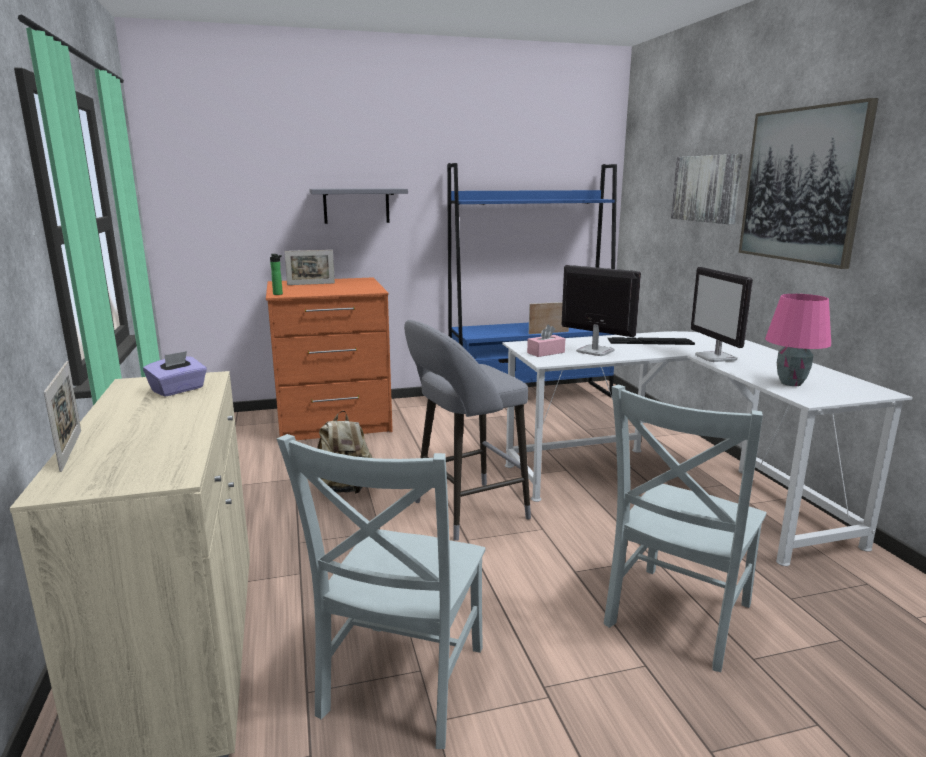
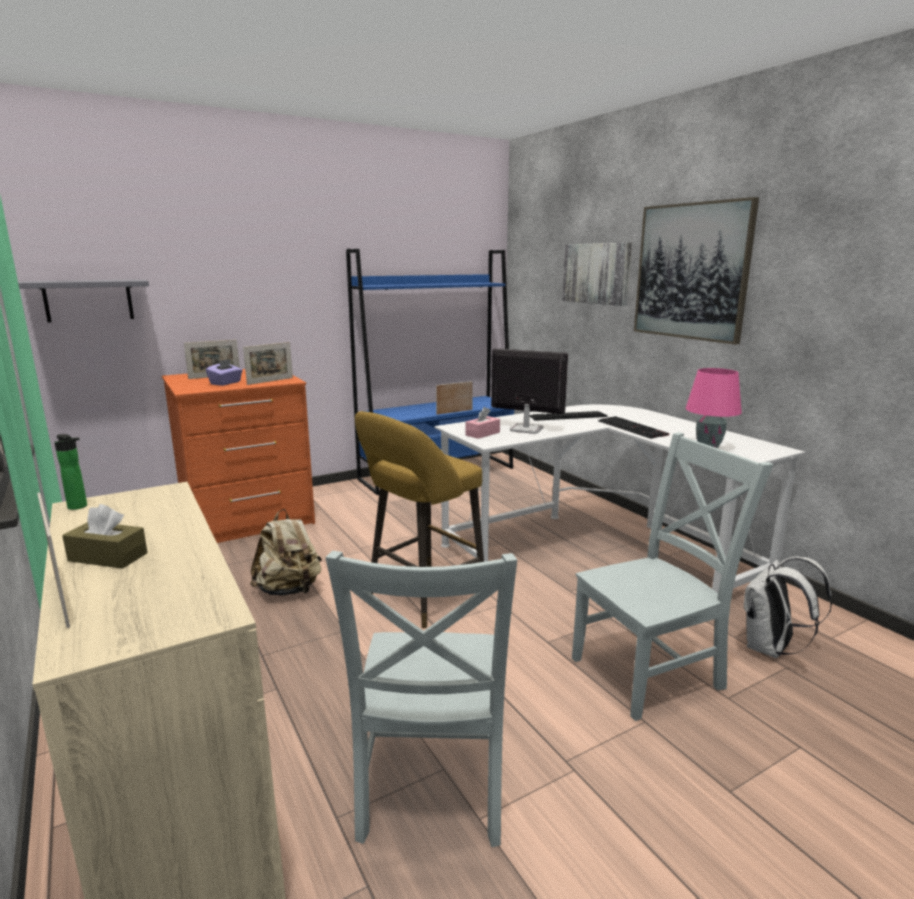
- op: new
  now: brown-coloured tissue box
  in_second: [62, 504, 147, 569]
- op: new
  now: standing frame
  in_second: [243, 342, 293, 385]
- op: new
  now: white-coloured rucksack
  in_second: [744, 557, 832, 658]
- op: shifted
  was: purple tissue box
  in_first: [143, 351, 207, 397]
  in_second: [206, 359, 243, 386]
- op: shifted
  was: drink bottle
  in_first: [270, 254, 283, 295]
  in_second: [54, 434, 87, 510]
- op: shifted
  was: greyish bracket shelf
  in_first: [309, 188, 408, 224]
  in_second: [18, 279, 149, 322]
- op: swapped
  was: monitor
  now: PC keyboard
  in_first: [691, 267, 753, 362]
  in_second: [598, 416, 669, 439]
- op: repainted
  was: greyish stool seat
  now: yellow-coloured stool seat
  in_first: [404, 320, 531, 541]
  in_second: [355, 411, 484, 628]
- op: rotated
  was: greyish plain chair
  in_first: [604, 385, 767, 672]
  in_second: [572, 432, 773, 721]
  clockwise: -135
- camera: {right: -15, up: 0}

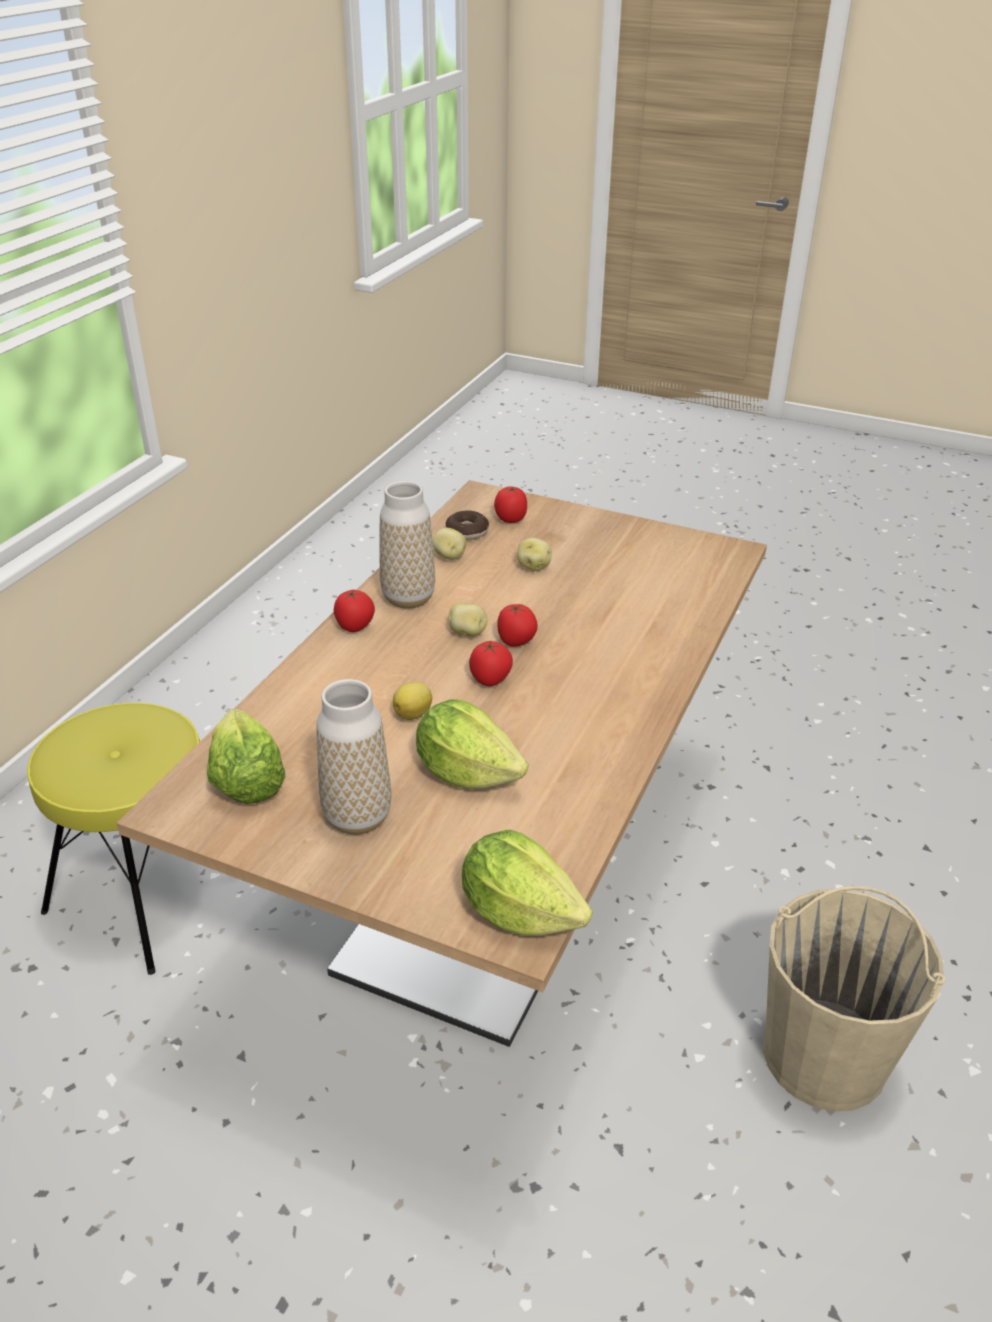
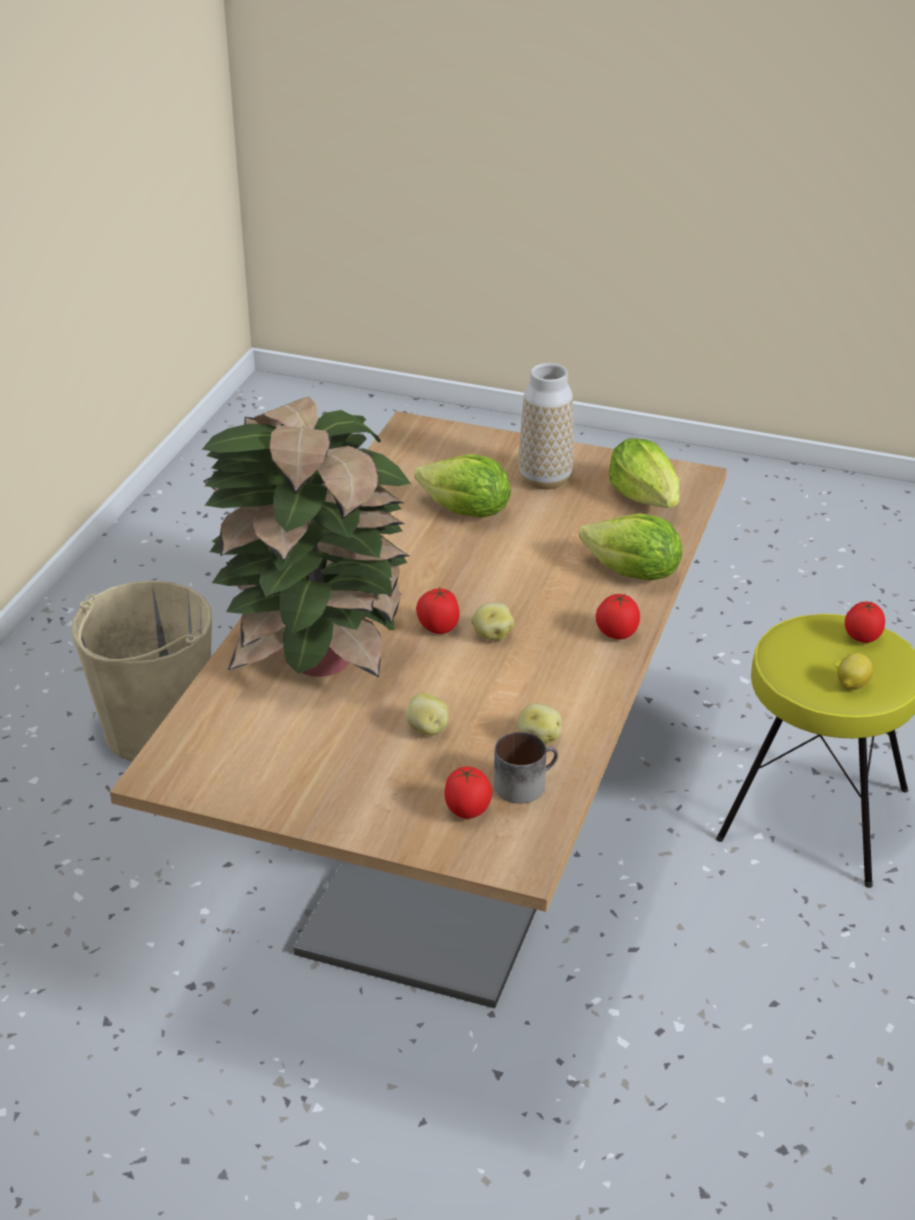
- op: gone
  was: decorative vase
  in_first: [379, 481, 435, 609]
- op: new
  now: houseplant
  in_second: [202, 397, 410, 678]
- op: shifted
  was: lemon
  in_first: [393, 682, 432, 720]
  in_second: [837, 653, 873, 690]
- op: shifted
  was: lettuce head
  in_first: [462, 829, 593, 936]
  in_second: [579, 513, 682, 581]
- op: shifted
  was: whole tomato
  in_first: [469, 641, 513, 686]
  in_second: [845, 601, 885, 643]
- op: swapped
  was: donut
  now: coffee mug
  in_first: [446, 510, 489, 540]
  in_second: [494, 732, 558, 803]
- camera: {right: 175, up: 0}

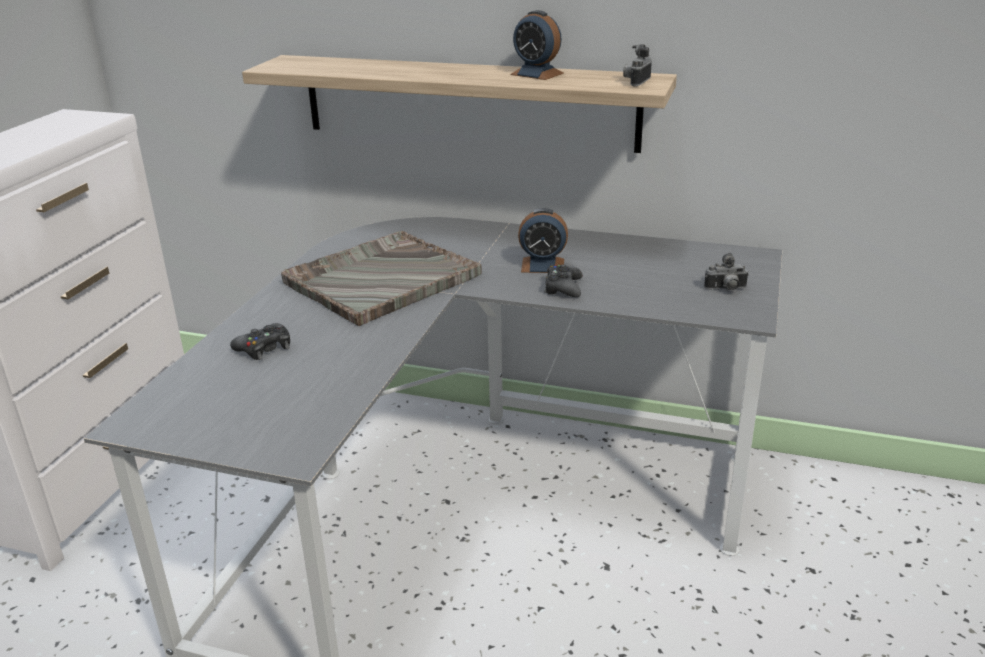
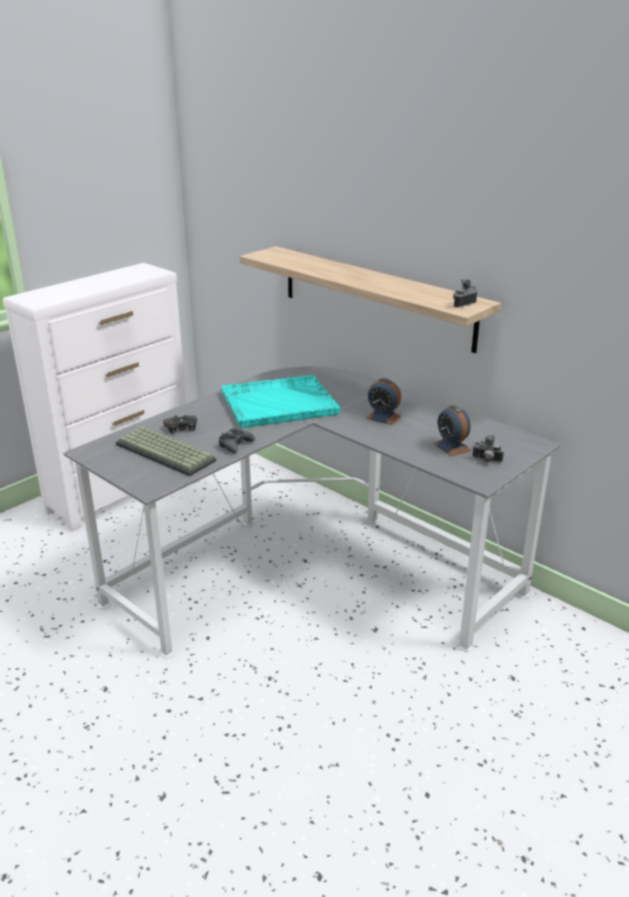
- op: new
  now: PC keyboard
  in_second: [116, 427, 216, 476]
- op: shifted
  was: alarm clock
  in_first: [510, 10, 564, 80]
  in_second: [433, 405, 471, 456]
- op: shifted
  was: black-coloured joypad
  in_first: [544, 264, 583, 297]
  in_second: [219, 428, 255, 453]
- op: repainted
  was: greyish carrying tray
  now: blue-green carrying tray
  in_first: [281, 231, 482, 326]
  in_second: [221, 375, 340, 429]
- camera: {right: 25, up: 0}

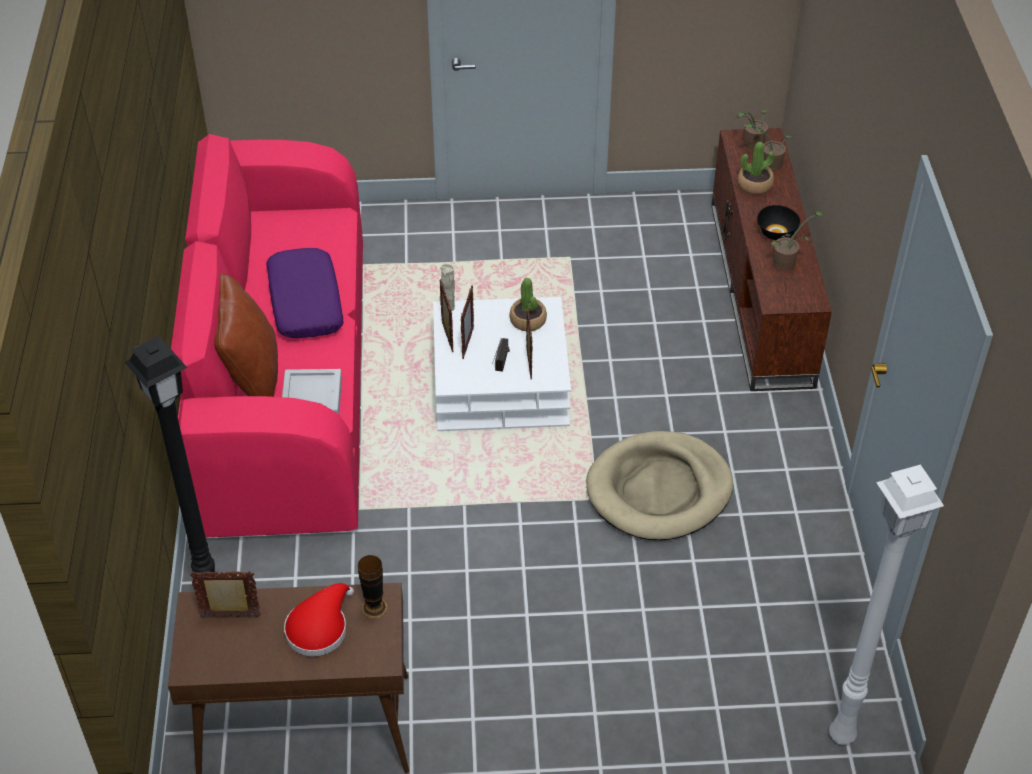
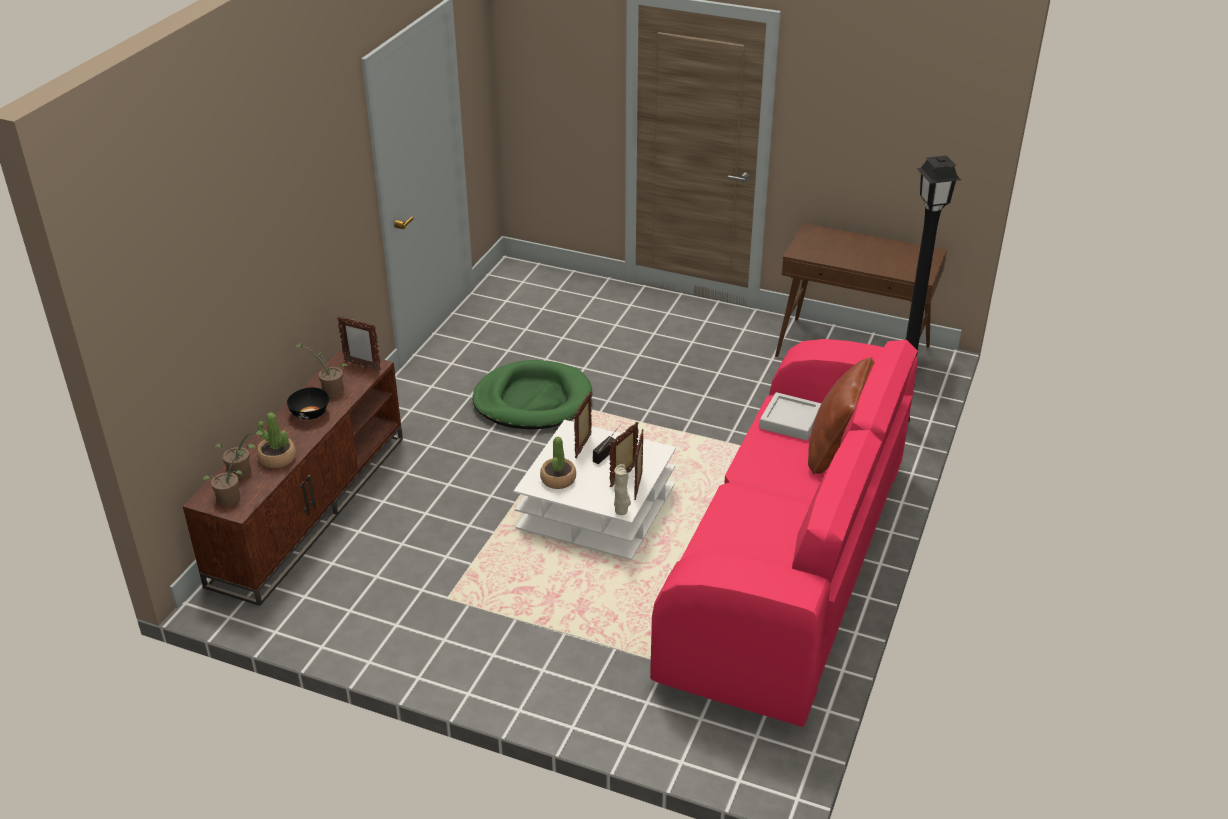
- op: gone
  was: purple cushion
  in_first: [266, 248, 344, 338]
- op: gone
  was: red wearable hat
  in_first: [284, 583, 354, 657]
- op: gone
  was: decorative vase
  in_first: [358, 555, 388, 619]
- op: gone
  was: white-coloured standing lamp
  in_first: [829, 465, 944, 745]
- op: shifted
  was: standing frame
  in_first: [190, 571, 261, 618]
  in_second: [337, 316, 381, 371]
- op: repainted
  was: beige-coloured pet bed
  now: green pet bed
  in_first: [586, 431, 733, 540]
  in_second: [472, 360, 593, 429]
- camera: {right: -155, up: -10}

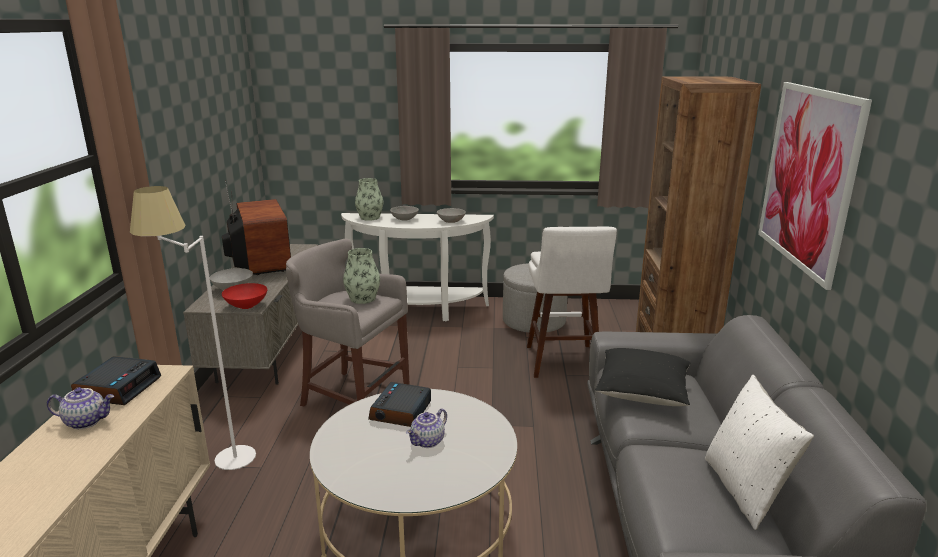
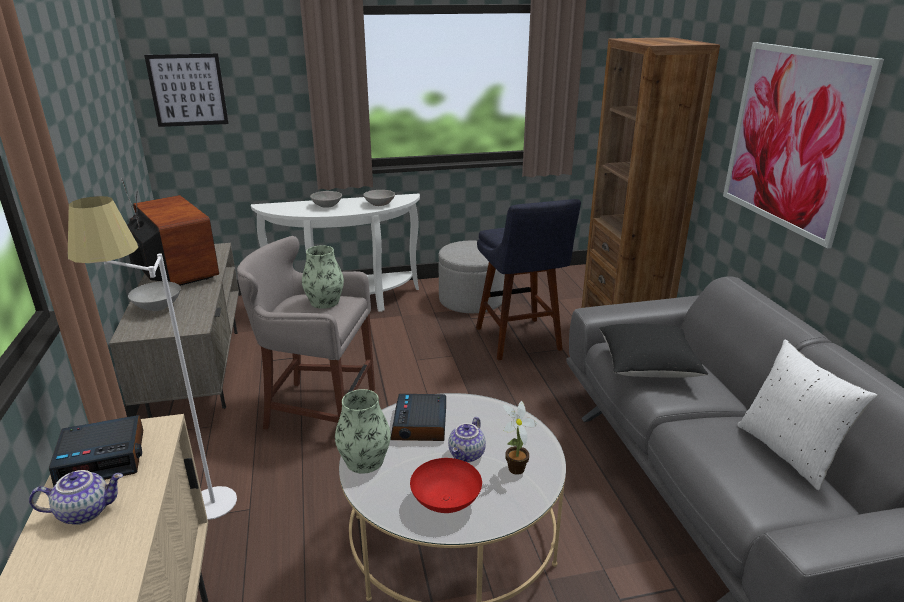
- op: new
  now: wall art
  in_second: [144, 53, 229, 127]
- op: new
  now: houseplant
  in_second: [503, 401, 537, 475]
- op: shifted
  was: red serving bowl
  in_first: [222, 283, 267, 309]
  in_second: [410, 458, 482, 513]
- op: shifted
  was: decorative vase
  in_first: [355, 178, 383, 221]
  in_second: [335, 389, 391, 474]
- op: repainted
  was: white-coloured stool seat
  now: blue stool seat
  in_first: [527, 227, 617, 378]
  in_second: [476, 199, 581, 361]
- op: rotated
  was: alarm clock
  in_first: [71, 356, 161, 405]
  in_second: [49, 415, 143, 487]
  clockwise: 75
- camera: {right: -15, up: 5}

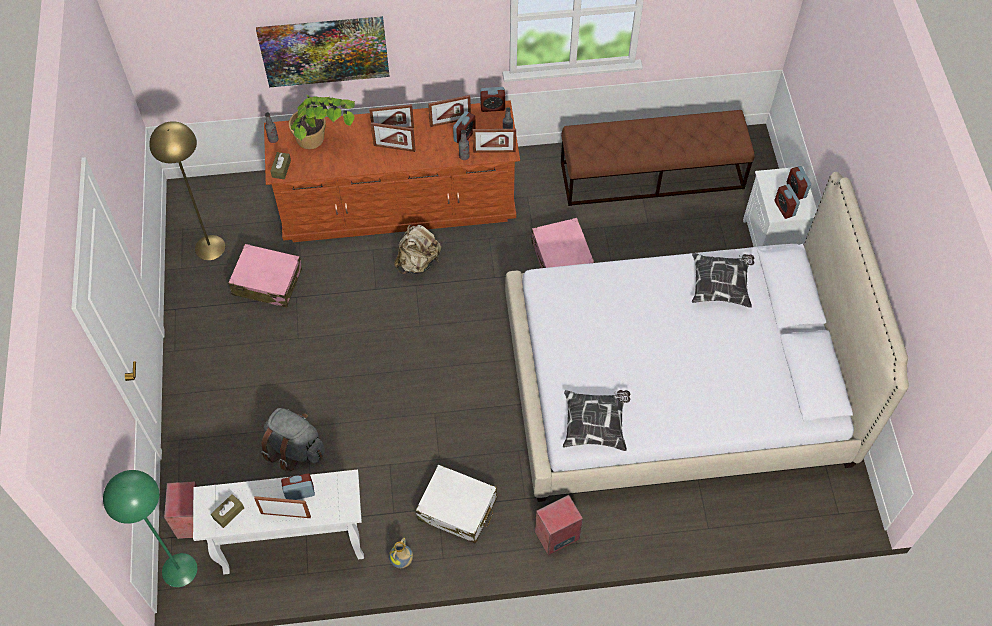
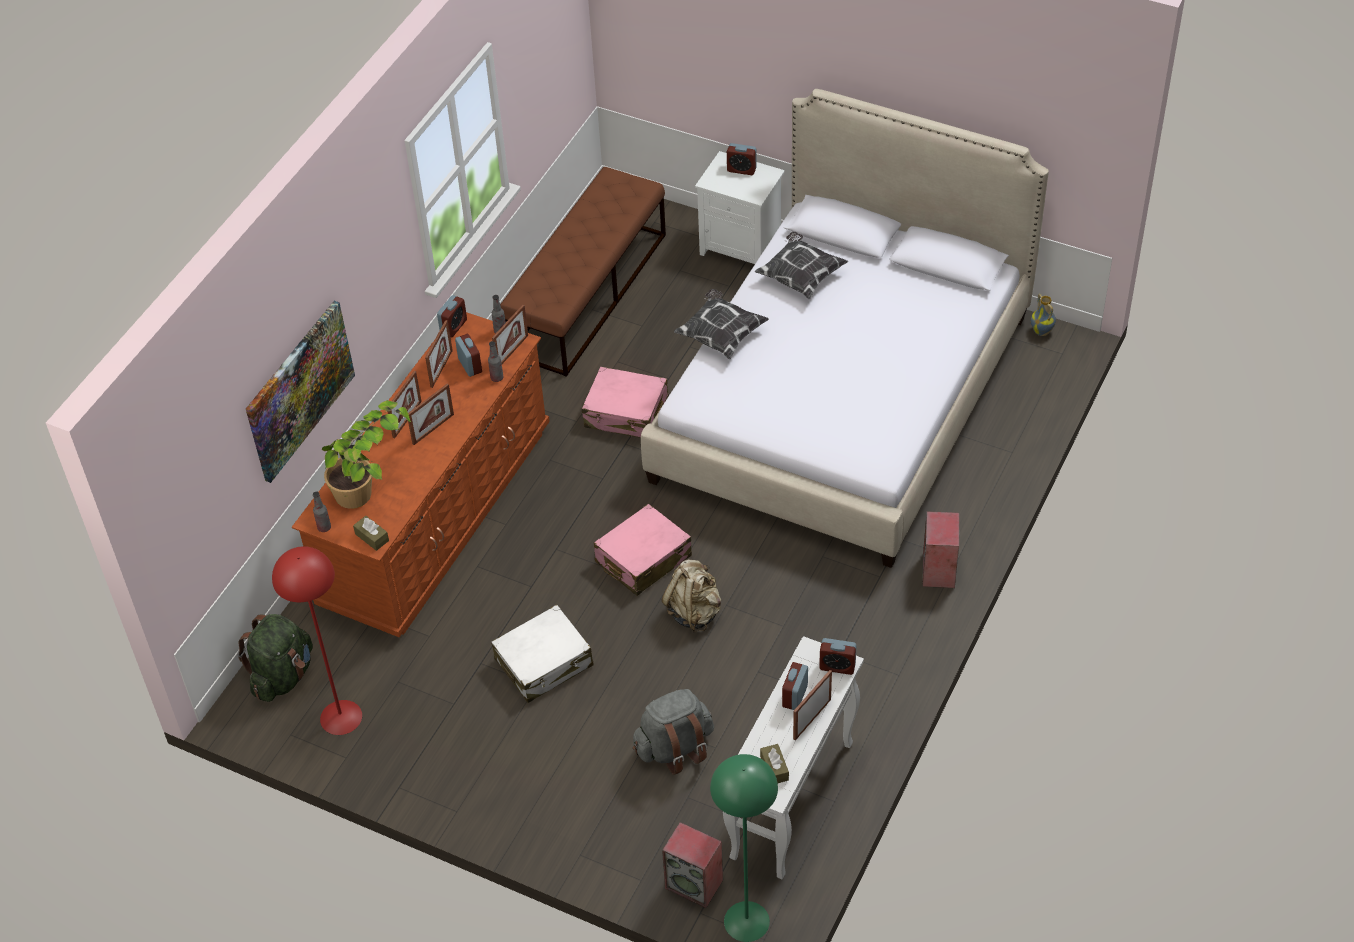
- op: new
  now: green rucksack
  in_second: [237, 614, 313, 702]
- op: shifted
  was: pink-coloured suitcase
  in_first: [228, 244, 302, 308]
  in_second: [594, 504, 692, 596]
- op: shifted
  was: decorative vase
  in_first: [389, 538, 413, 568]
  in_second: [1031, 294, 1056, 336]
- op: shifted
  was: beige-coloured rucksack
  in_first: [394, 225, 441, 274]
  in_second: [662, 559, 721, 633]
- op: shifted
  was: white-coloured suitcase
  in_first: [416, 465, 497, 544]
  in_second: [491, 605, 594, 703]
- op: shifted
  was: cushion
  in_first: [563, 390, 630, 451]
  in_second: [674, 289, 769, 359]
- op: shifted
  was: alarm clock
  in_first: [775, 184, 800, 219]
  in_second: [819, 638, 857, 675]
- op: repainted
  was: yellow-coloured standing lamp
  now: red standing lamp
  in_first: [149, 121, 225, 260]
  in_second: [272, 546, 362, 735]
- camera: {right: -55, up: -10}

